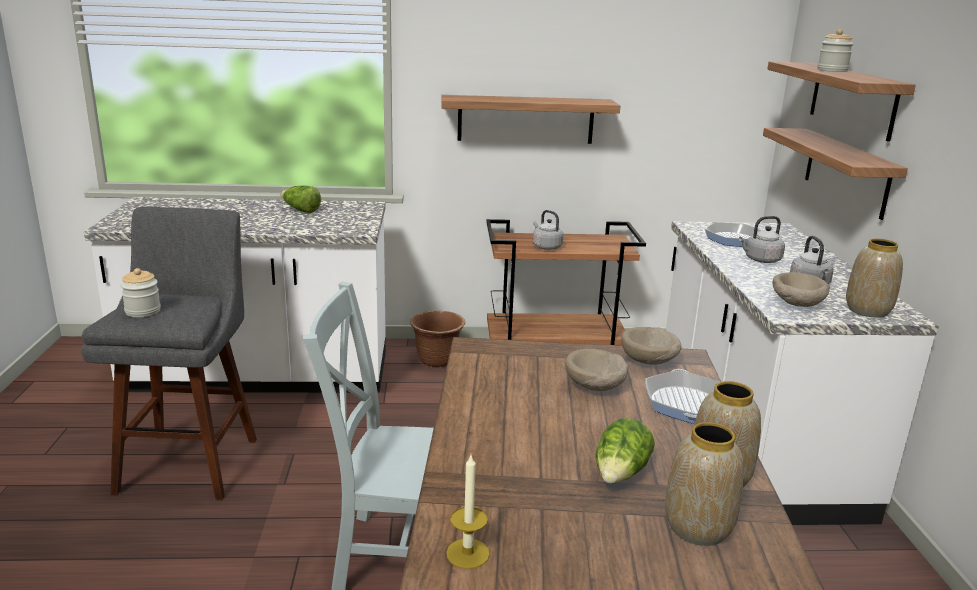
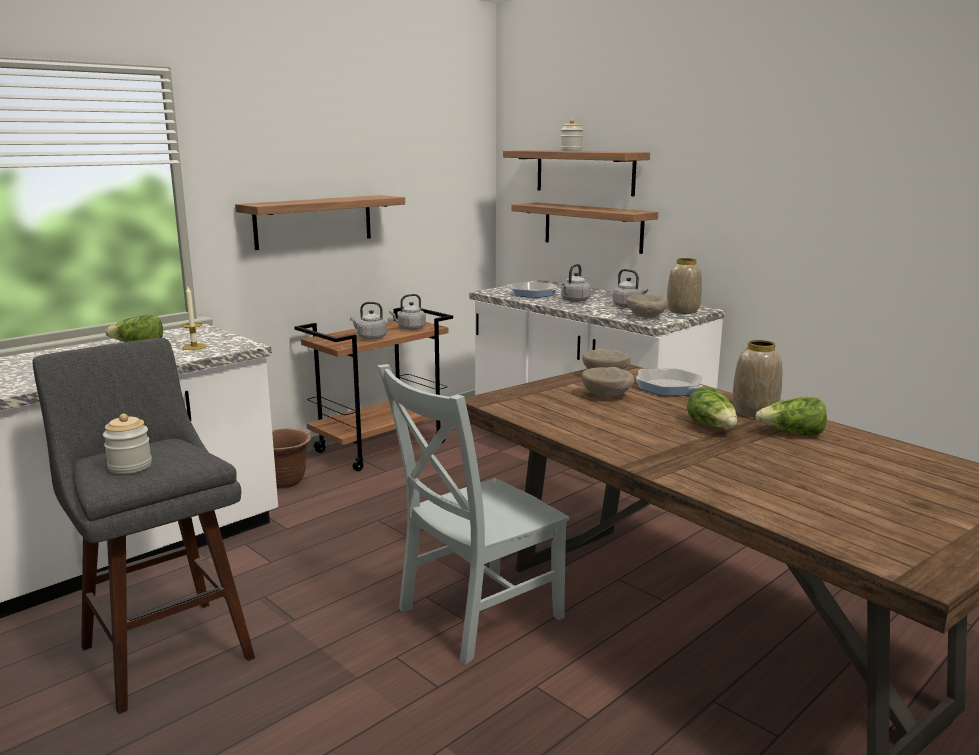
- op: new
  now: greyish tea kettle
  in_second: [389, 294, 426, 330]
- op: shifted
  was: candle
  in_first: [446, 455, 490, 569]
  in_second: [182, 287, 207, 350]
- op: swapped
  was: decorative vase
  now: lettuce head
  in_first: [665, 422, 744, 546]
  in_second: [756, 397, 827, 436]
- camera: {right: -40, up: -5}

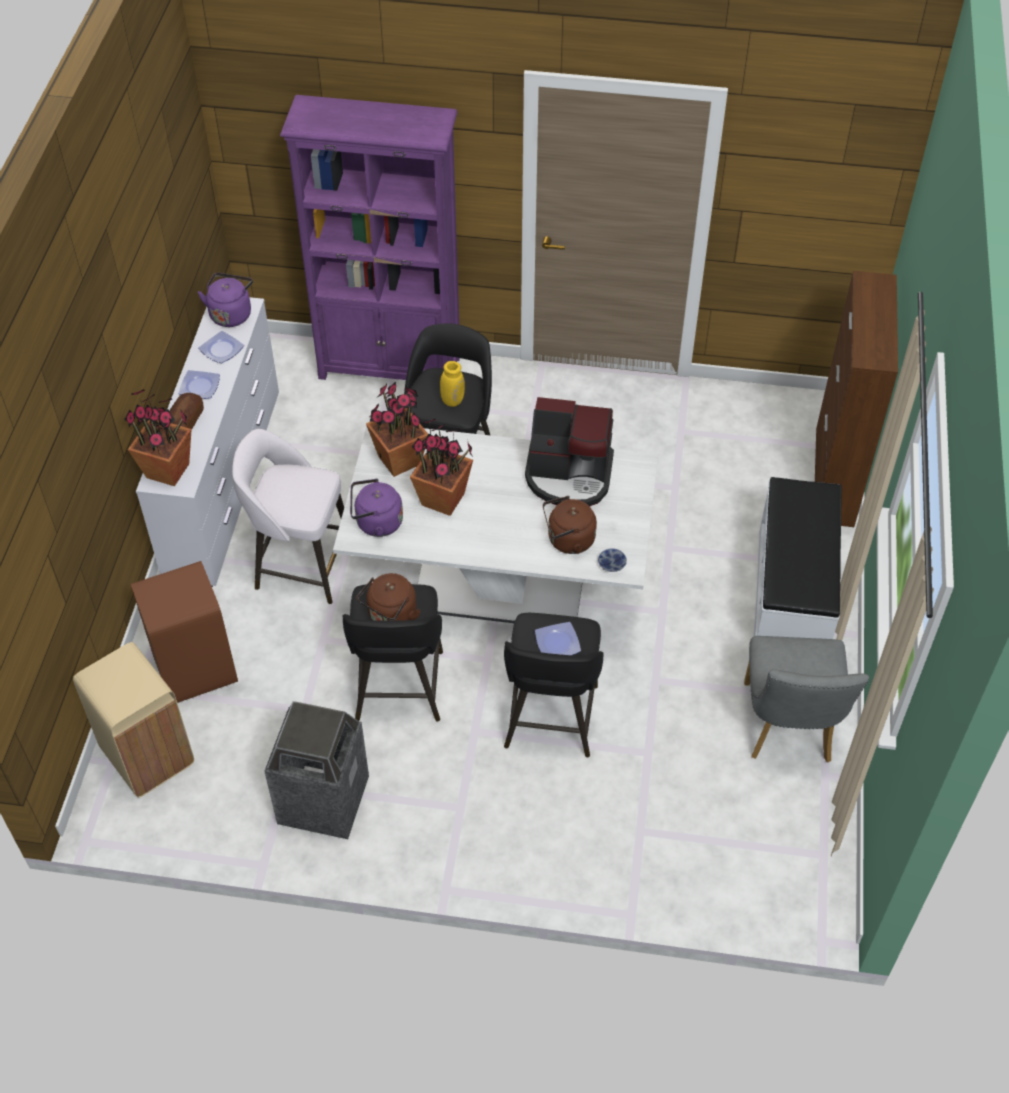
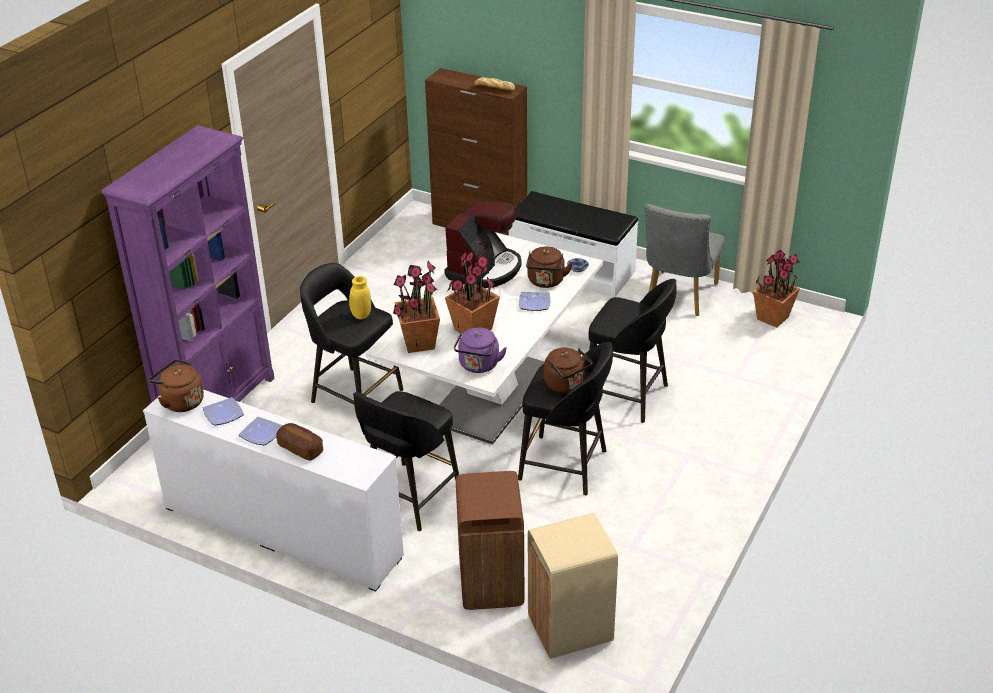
- op: gone
  was: trash can
  in_first: [264, 701, 369, 839]
- op: new
  now: bread
  in_second: [474, 77, 515, 92]
- op: shifted
  was: houseplant
  in_first: [124, 389, 192, 486]
  in_second: [753, 250, 800, 328]
- op: shifted
  was: flat dish
  in_first: [535, 622, 581, 655]
  in_second: [519, 292, 550, 311]
- op: repainted
  was: purple tea kettle
  now: brown-coloured tea kettle
  in_first: [198, 273, 253, 327]
  in_second: [149, 359, 204, 412]
- op: repainted
  was: white-coloured stool seat
  now: black-coloured stool seat
  in_first: [232, 429, 344, 604]
  in_second: [353, 391, 459, 531]
- op: rotated
  was: greyish plain chair
  in_first: [744, 636, 869, 763]
  in_second: [645, 204, 725, 316]
  clockwise: 90
- camera: {right: -70, up: -15}

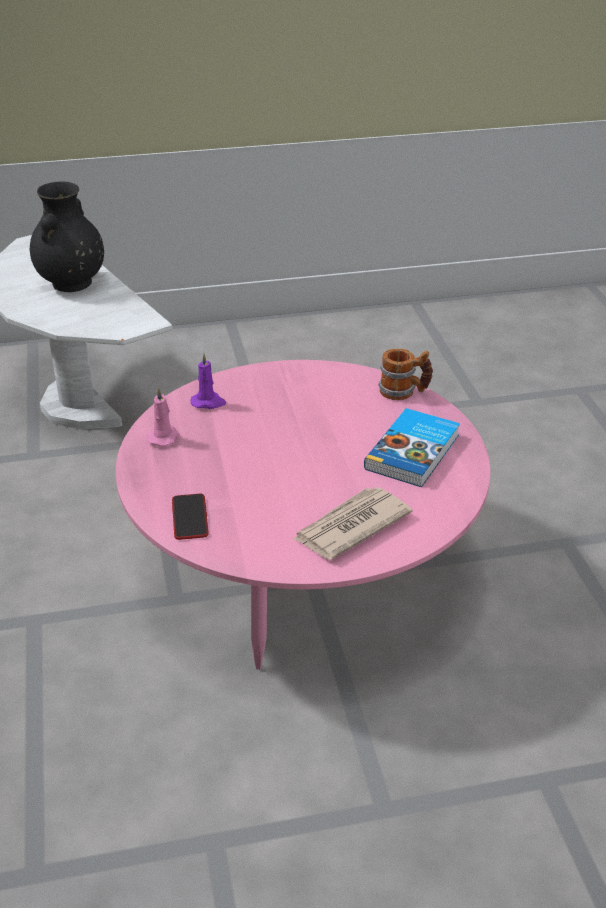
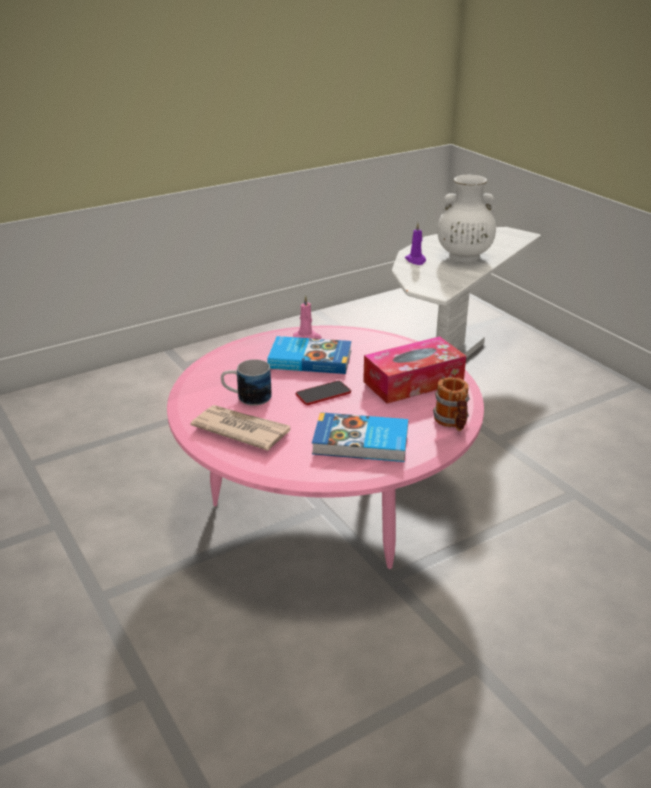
- op: new
  now: coffee mug
  in_second: [221, 359, 272, 406]
- op: new
  now: bound book
  in_second: [267, 336, 351, 374]
- op: new
  now: tissue box
  in_second: [363, 336, 466, 404]
- op: shifted
  was: telephone
  in_first: [172, 494, 209, 540]
  in_second: [296, 381, 351, 405]
- op: shifted
  was: purple candle
  in_first: [190, 353, 226, 409]
  in_second: [405, 223, 426, 265]
- op: repainted
  was: black-coloured decorative vase
  now: white-coloured decorative vase
  in_first: [30, 182, 104, 292]
  in_second: [437, 175, 496, 263]
- camera: {right: 70, up: -5}

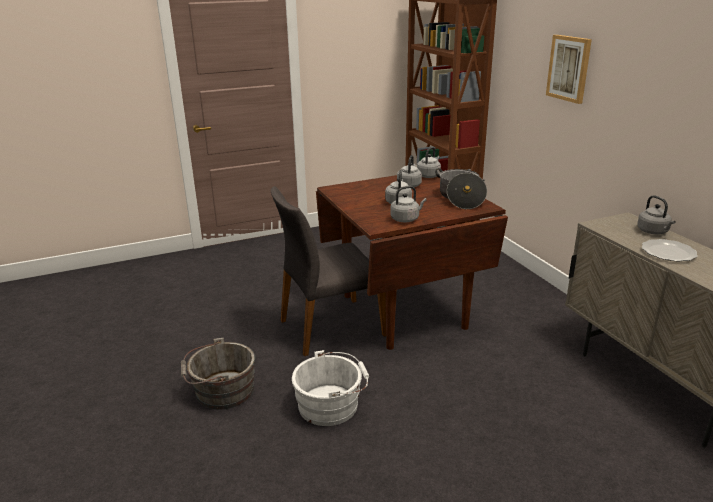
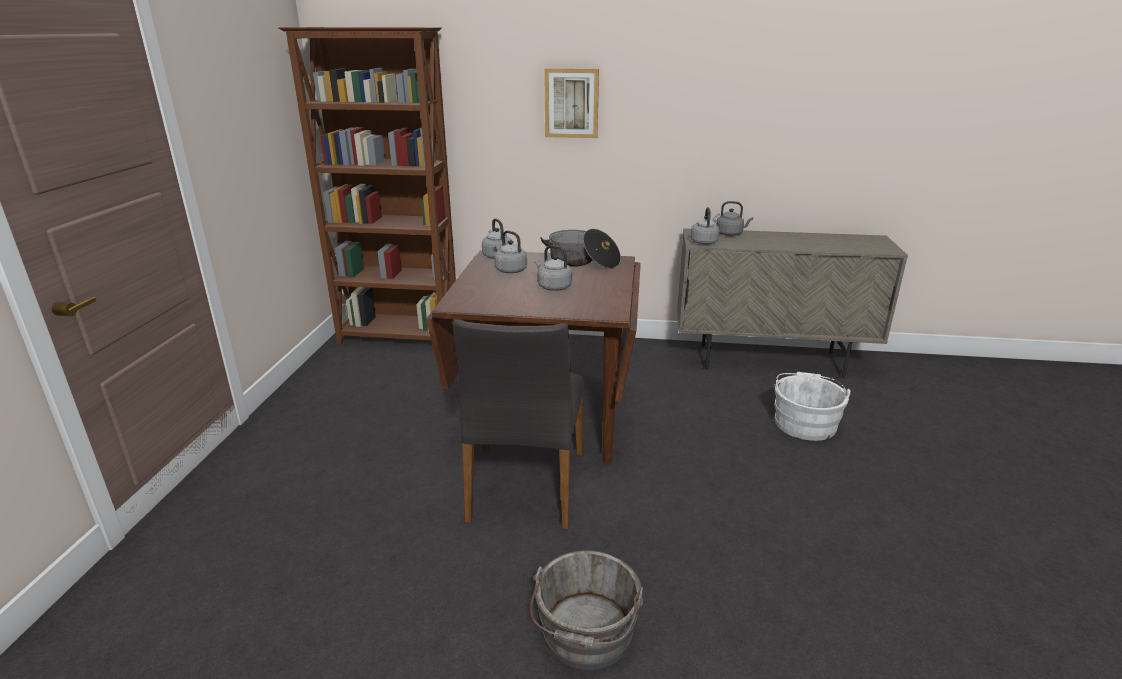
- op: gone
  was: flat dish
  in_first: [642, 239, 697, 261]
- op: shifted
  was: white-coloured bucket
  in_first: [292, 350, 369, 426]
  in_second: [774, 372, 851, 441]
- op: shifted
  was: greyish tea kettle
  in_first: [391, 186, 427, 222]
  in_second: [690, 207, 719, 244]
- camera: {right: -60, up: 0}

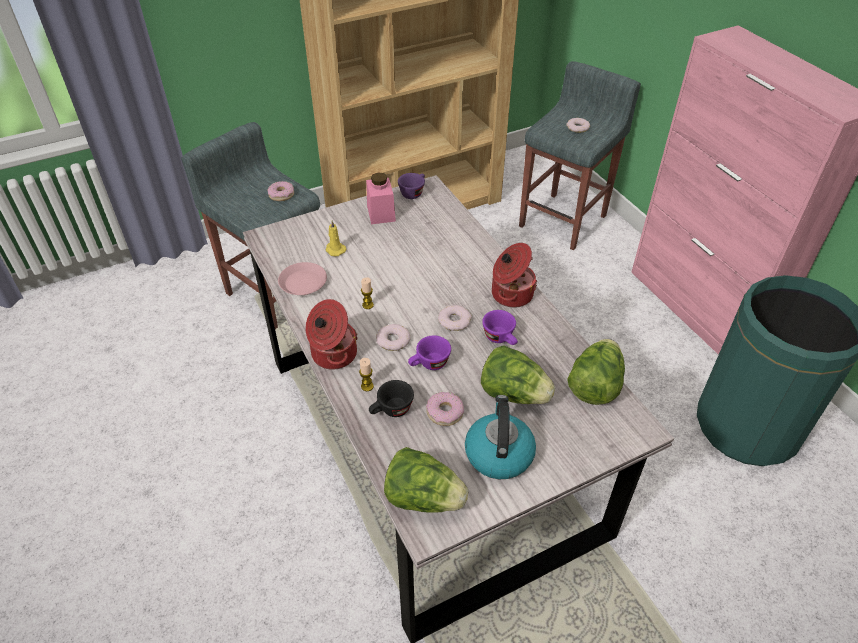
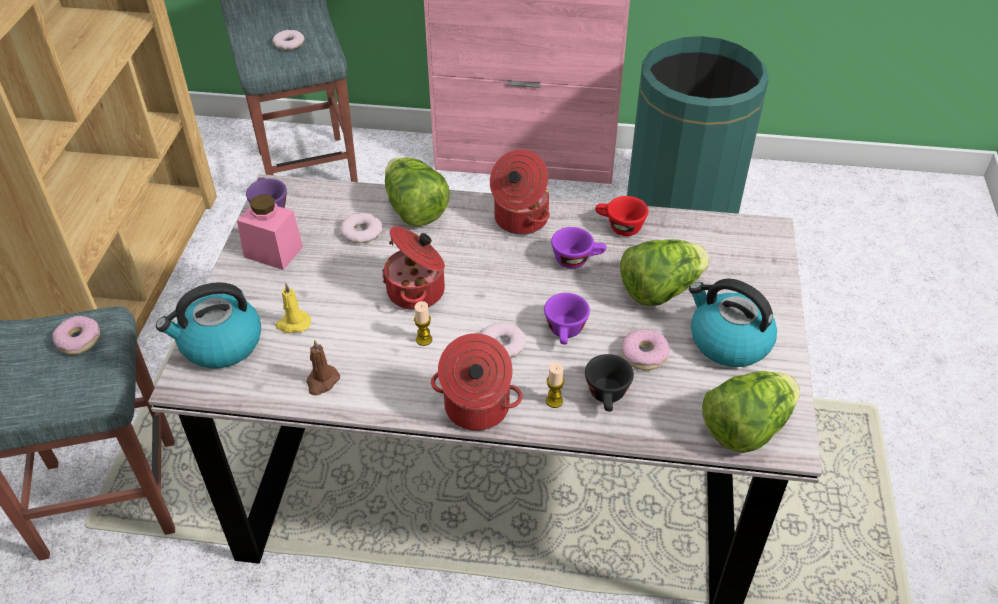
- op: new
  now: tea kettle
  in_second: [156, 282, 261, 368]
- op: new
  now: cooking pot
  in_second: [382, 226, 445, 310]
- op: new
  now: red cup
  in_second: [595, 196, 649, 236]
- op: shifted
  was: donut
  in_first: [438, 305, 472, 331]
  in_second: [340, 213, 382, 243]
- op: shifted
  was: lettuce head
  in_first: [567, 339, 625, 405]
  in_second: [385, 157, 450, 226]
- op: swapped
  was: pink-coloured flat dish
  now: brown-coloured candle
  in_first: [278, 262, 327, 295]
  in_second: [306, 340, 340, 396]
- camera: {right: -55, up: 0}

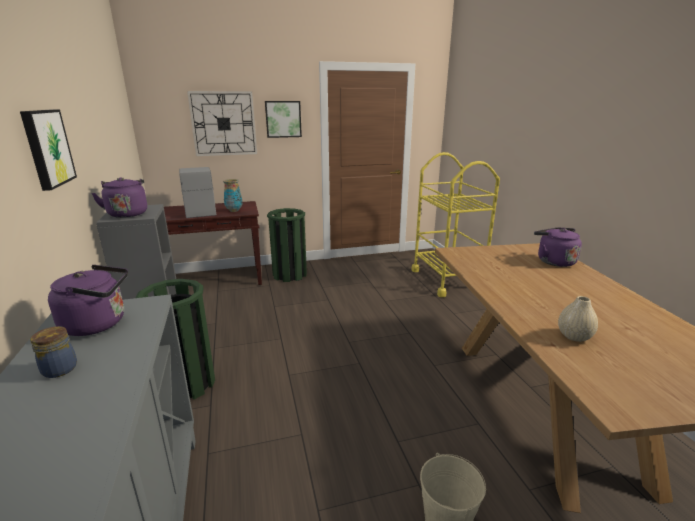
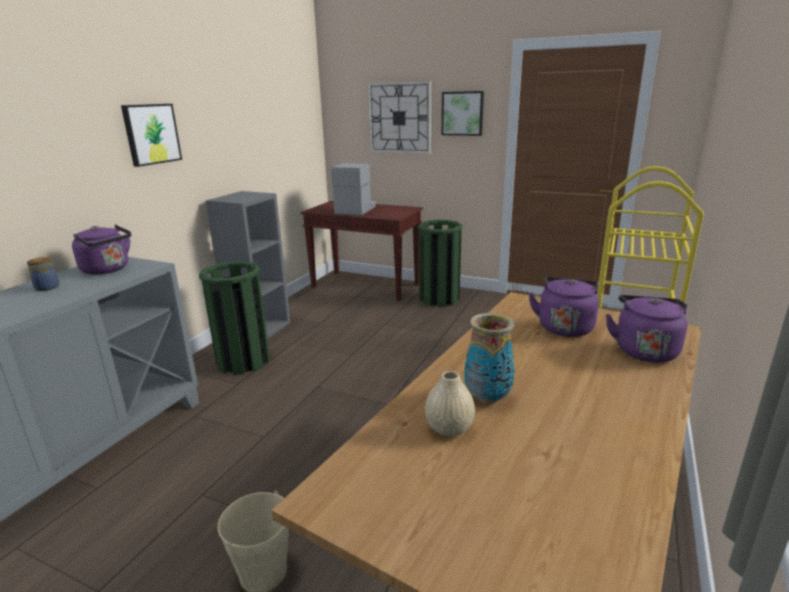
- op: shifted
  was: purple tea kettle
  in_first: [91, 177, 147, 218]
  in_second: [529, 277, 599, 337]
- op: shifted
  was: decorative vase
  in_first: [223, 179, 242, 212]
  in_second: [464, 313, 515, 404]
- camera: {right: 40, up: 0}

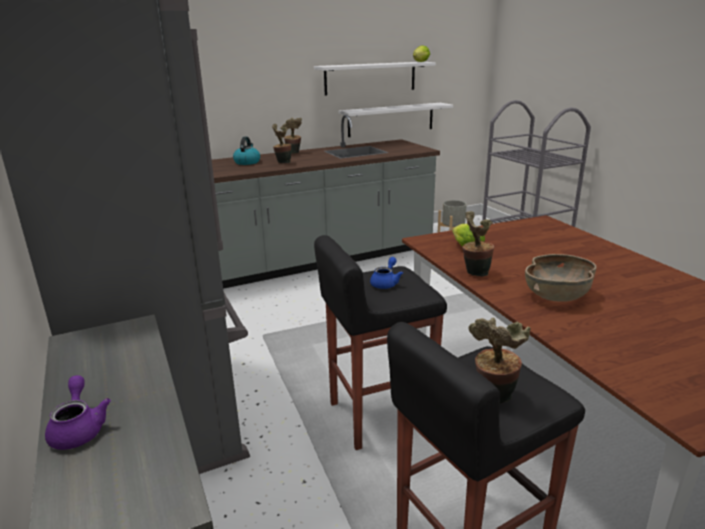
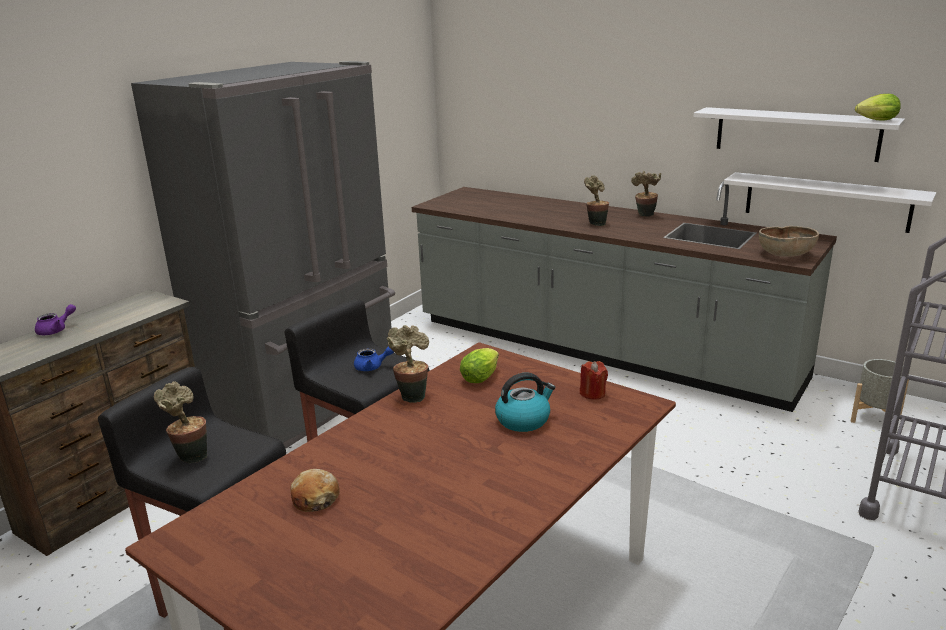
- op: new
  now: bread
  in_second: [290, 469, 340, 512]
- op: new
  now: red candle
  in_second: [580, 361, 608, 400]
- op: shifted
  was: tea kettle
  in_first: [233, 137, 260, 165]
  in_second: [495, 373, 555, 432]
- op: shifted
  was: brown-coloured serving bowl
  in_first: [525, 254, 596, 302]
  in_second: [759, 226, 819, 257]
- camera: {right: 60, up: 0}

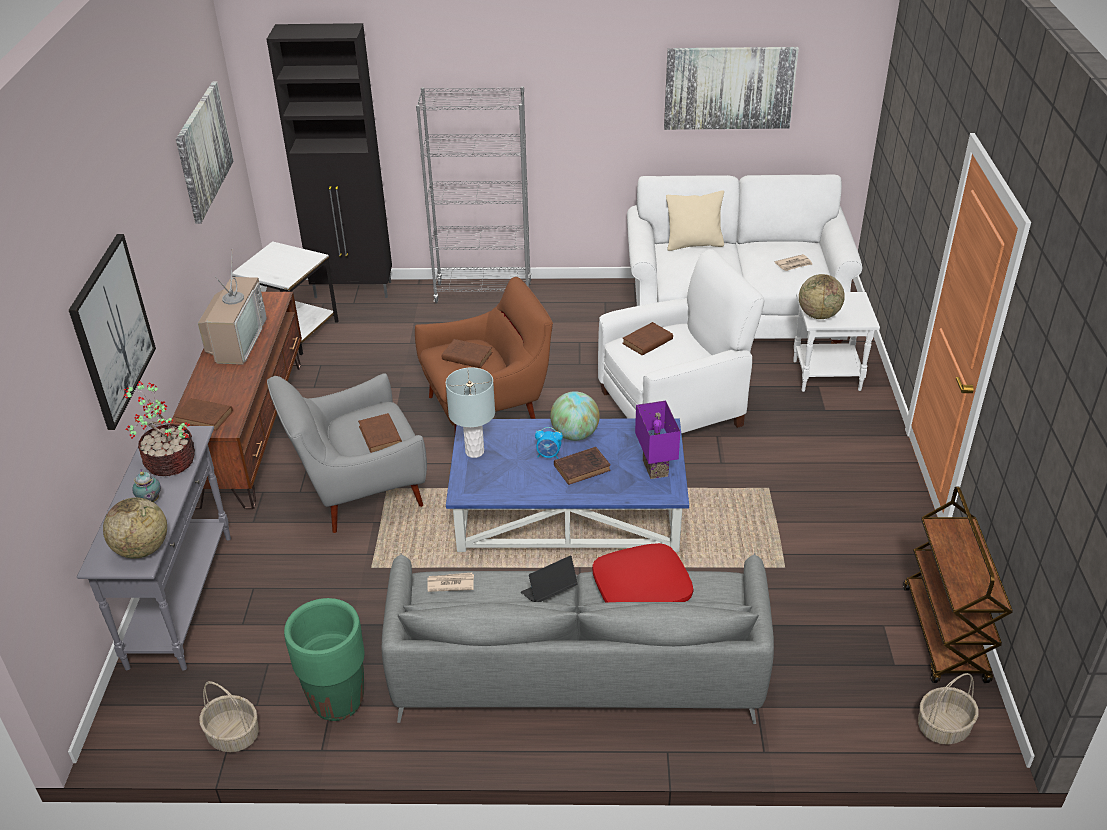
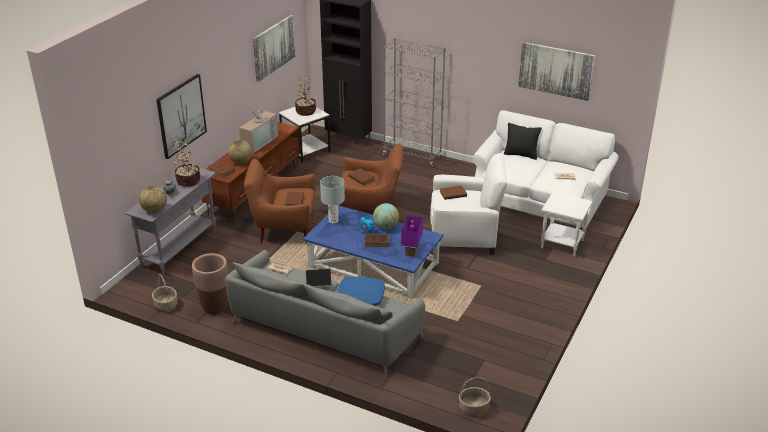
- op: gone
  was: brown-coloured wheeled cart
  in_first: [903, 487, 1013, 683]
- op: new
  now: houseplant
  in_second: [295, 76, 316, 116]
- op: shifted
  was: world globe
  in_first: [799, 274, 845, 319]
  in_second: [228, 140, 252, 164]
- op: repainted
  was: greyish armchair
  now: brown-coloured armchair
  in_first: [267, 373, 427, 533]
  in_second: [244, 159, 315, 243]
- op: repainted
  was: green plant pot
  now: brown-coloured plant pot
  in_first: [284, 598, 364, 721]
  in_second: [192, 253, 228, 314]
- op: repainted
  was: red cushion
  now: blue cushion
  in_first: [592, 543, 693, 603]
  in_second: [337, 277, 385, 306]
- op: repainted
  was: beige-coloured cushion
  now: black-coloured cushion
  in_first: [666, 190, 724, 251]
  in_second: [504, 123, 542, 160]
- camera: {right: 25, up: -5}

